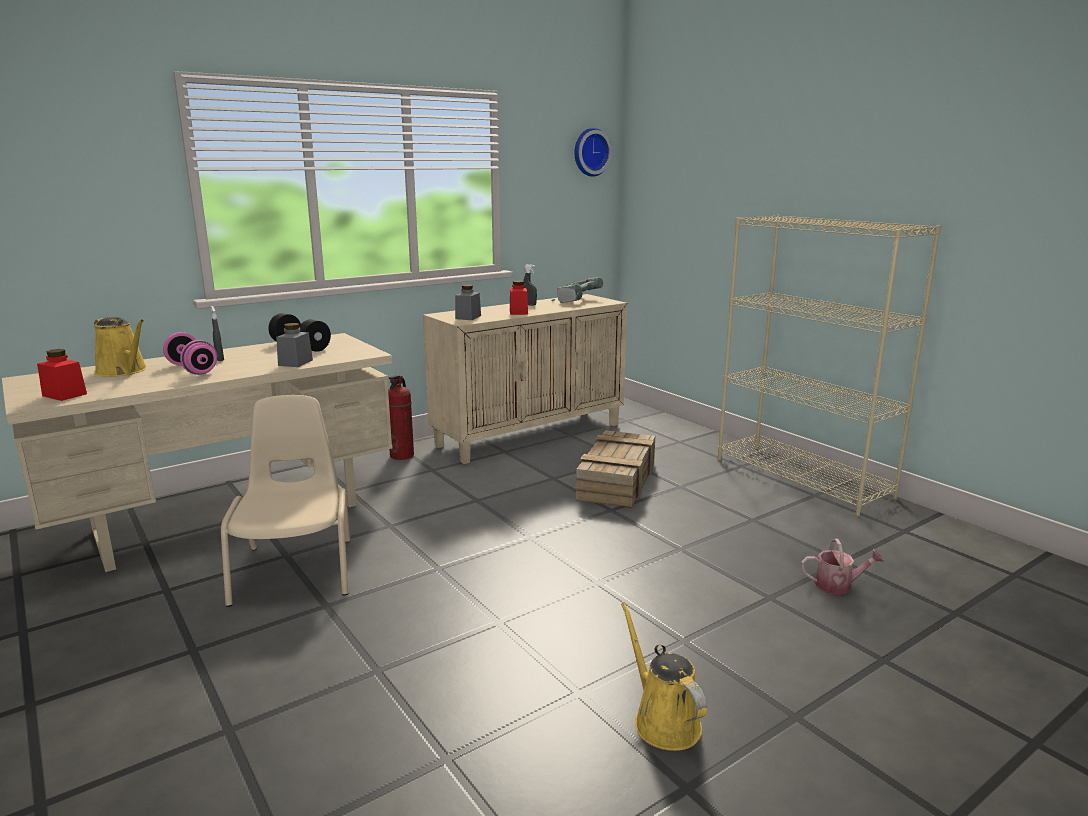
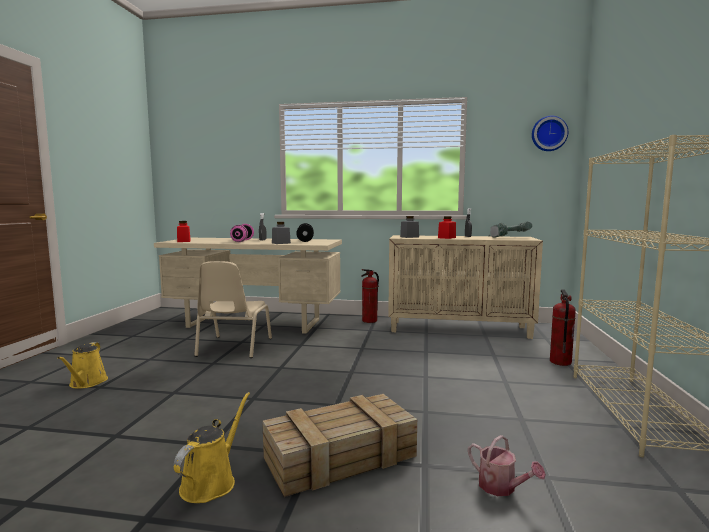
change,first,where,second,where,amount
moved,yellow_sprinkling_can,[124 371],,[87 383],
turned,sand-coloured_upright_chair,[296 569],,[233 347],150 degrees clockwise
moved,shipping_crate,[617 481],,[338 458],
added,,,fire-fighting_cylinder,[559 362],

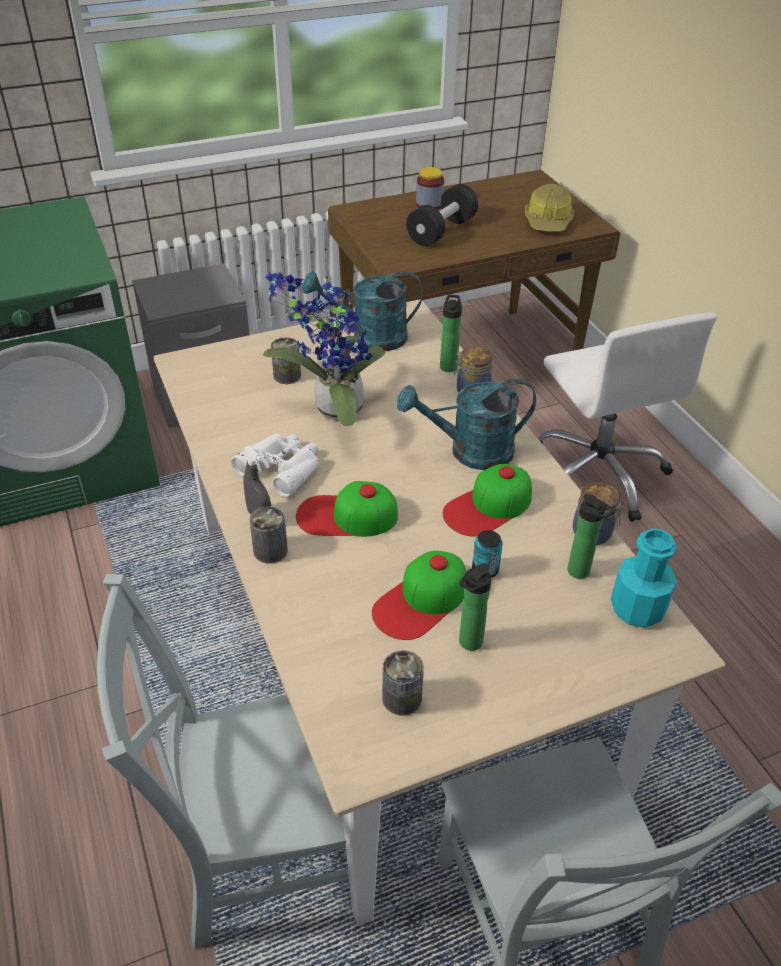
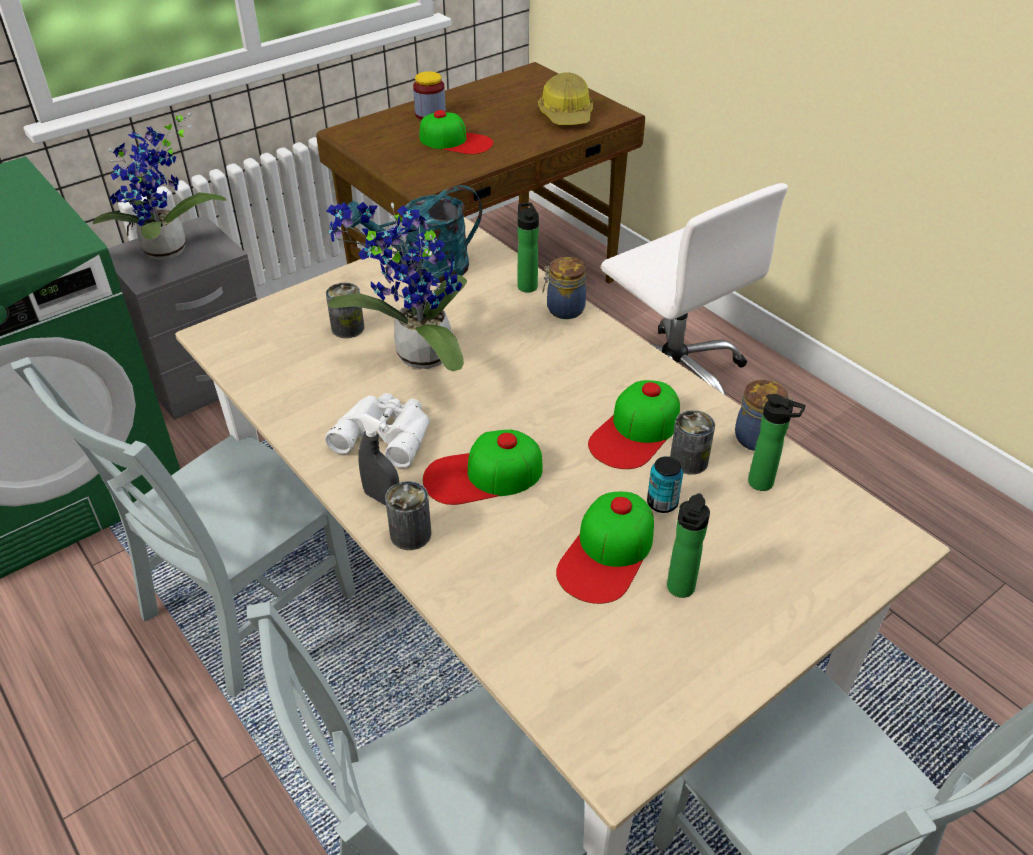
change,first,where,second,where,amount
added,,,grey_upright_chair,[241 611],
added,,,houseplant,[168 253],
replaced,black-coloured_dumbbell,[441 231],baseball_cap,[456 141],
moved,sealed_can,[402 698],,[688 461],
removed,turquoise_sprinkling_can,[470 452],,,
removed,turquoise_beverage_bottle,[637 609],,,

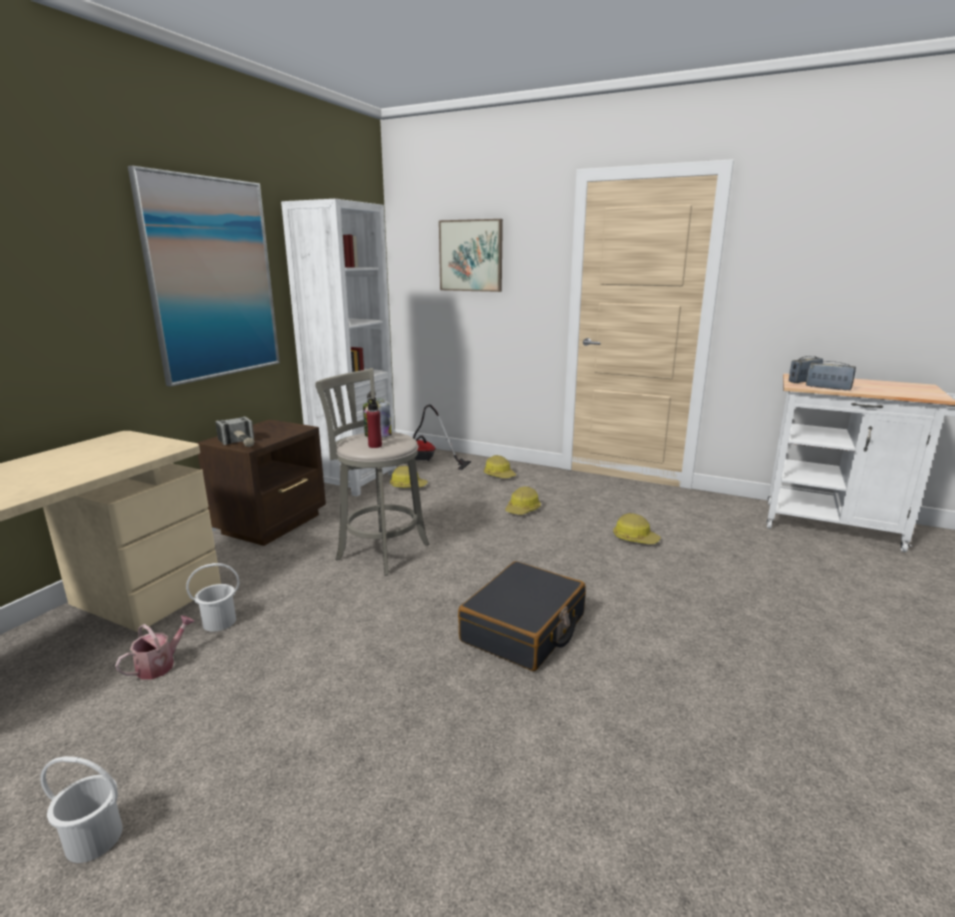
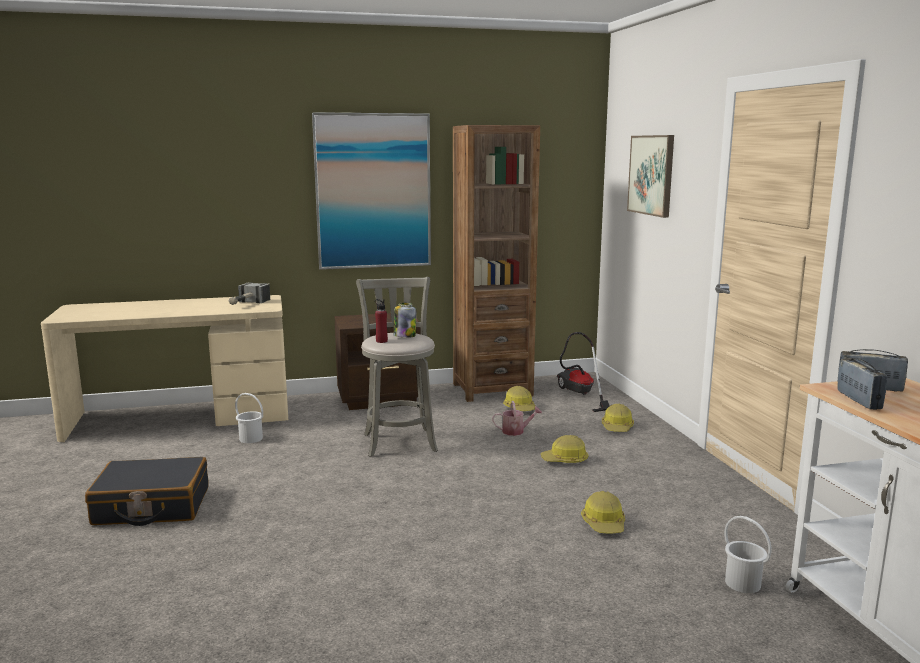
change,first,where,second,where,amount
moved,black-coloured_piece_of_luggage,[524 629],,[152 506],
moved,hammer,[241 444],,[246 304],
recoloured,white-coloured_bookshelf,[354 480],brownish_bookshelf,[492 390],
moved,sprinkling_can,[160 665],,[516 431],
moved,white-coloured_pail,[94 839],,[742 584],

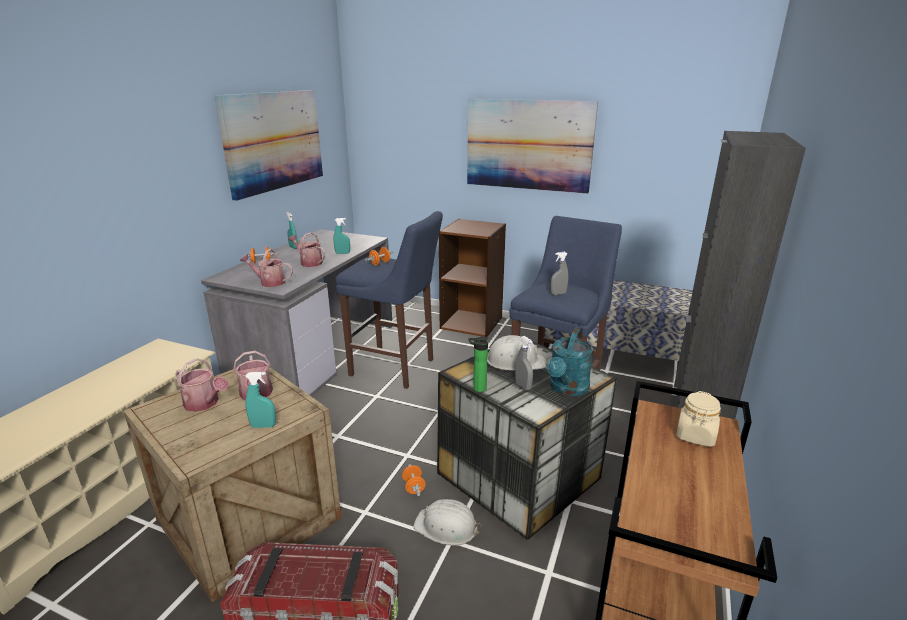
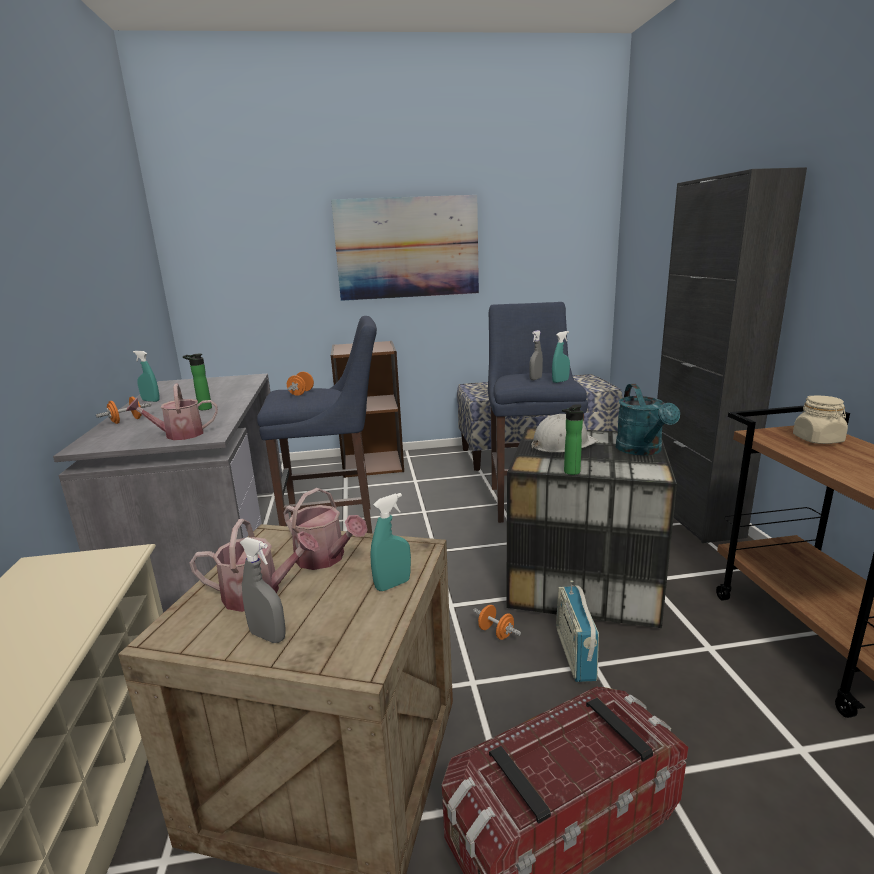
change,first,where,second,where,amount
replaced,sprinkling_can,[309 262],beverage_bottle,[203 408],
moved,grey_hand_sprayer,[523 386],,[268 636],
moved,turquoise_hand_sprayer,[342 253],,[560 381],
replaced,white-coloured_safety_helmet,[446 527],radio,[575 654],
removed,wall_picture,[274 141],,,

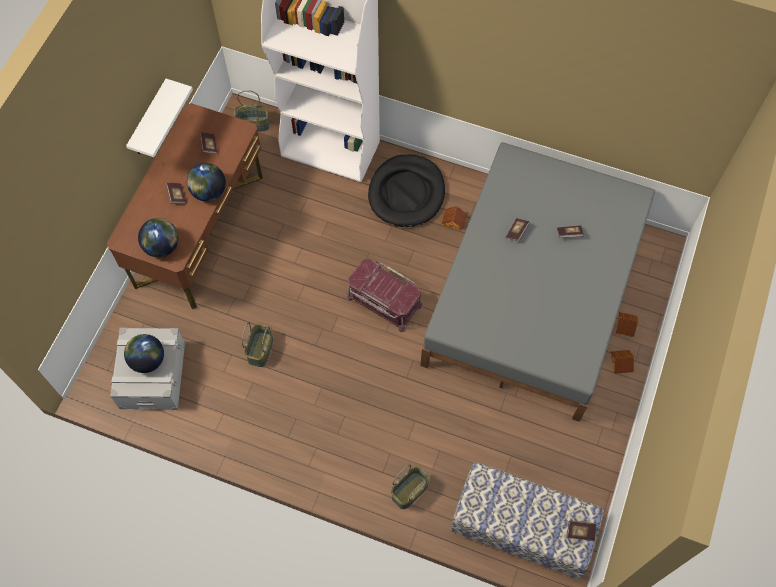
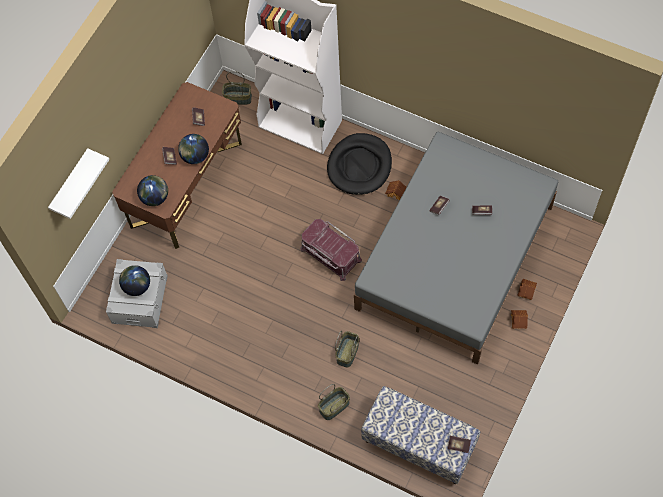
change,first,where,second,where,amount
moved,white-coloured_bracket_shelf,[149 120],,[70 183],
moved,basket,[260 349],,[347 352],

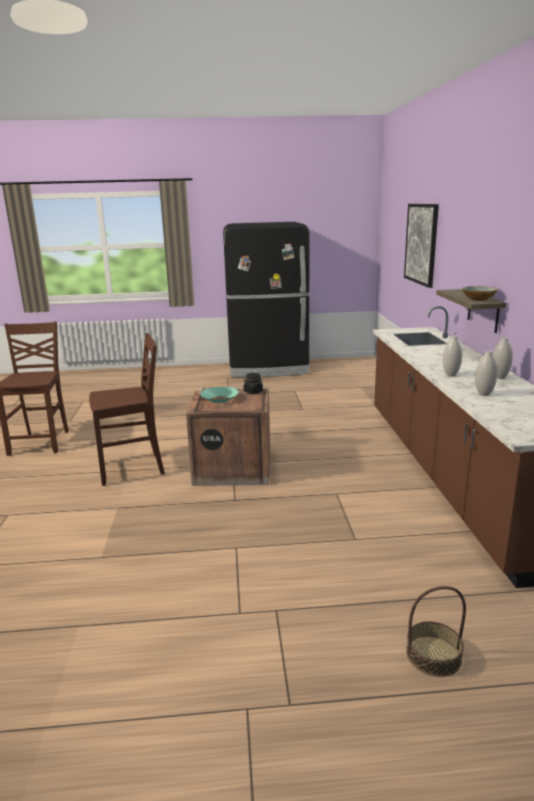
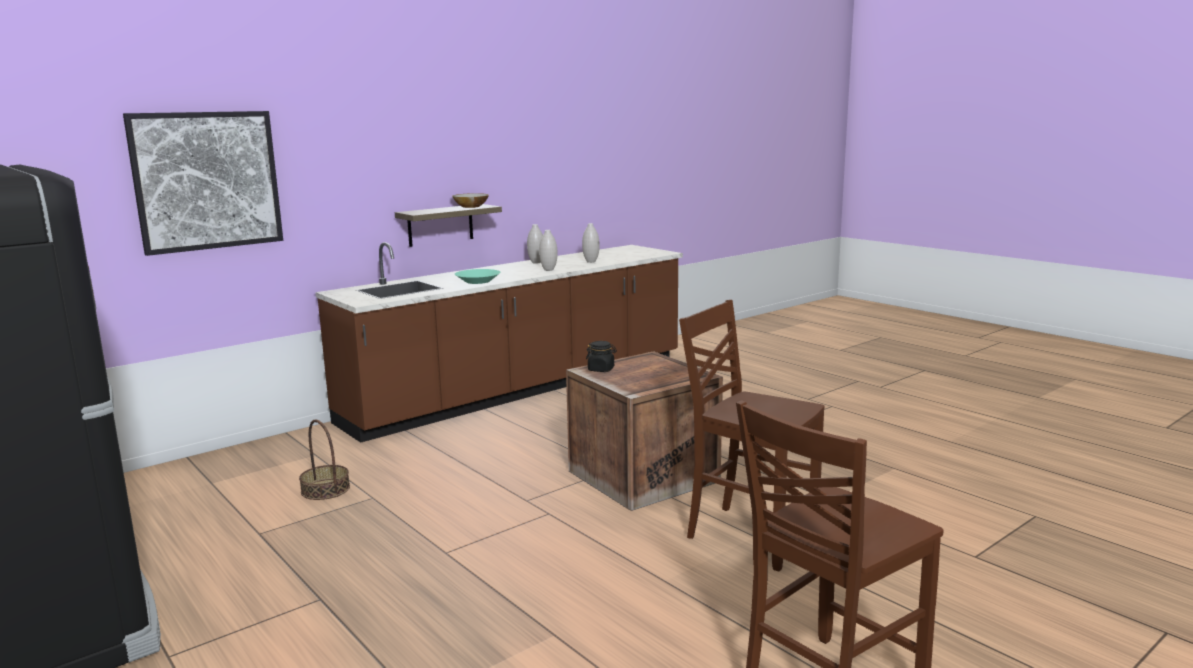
change,first,where,second,where,amount
moved,basket,[433 655],,[325 489],
moved,turquoise_bowl,[220 399],,[477 281],

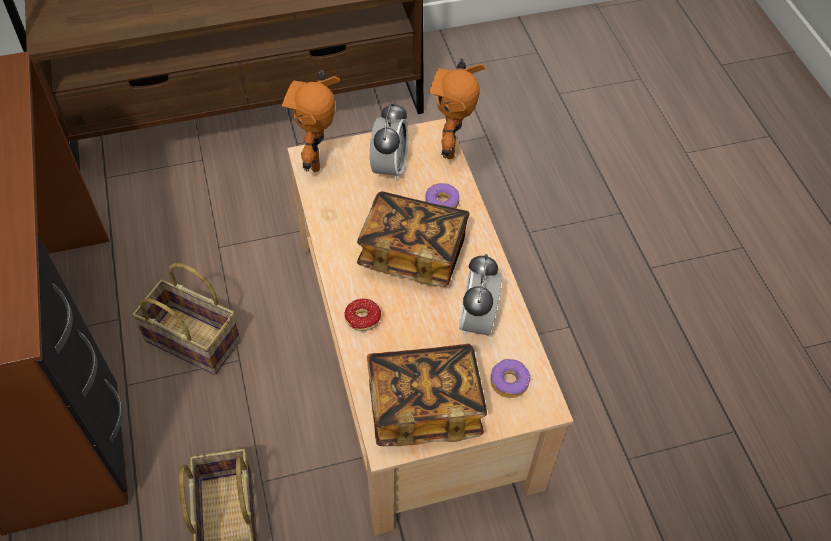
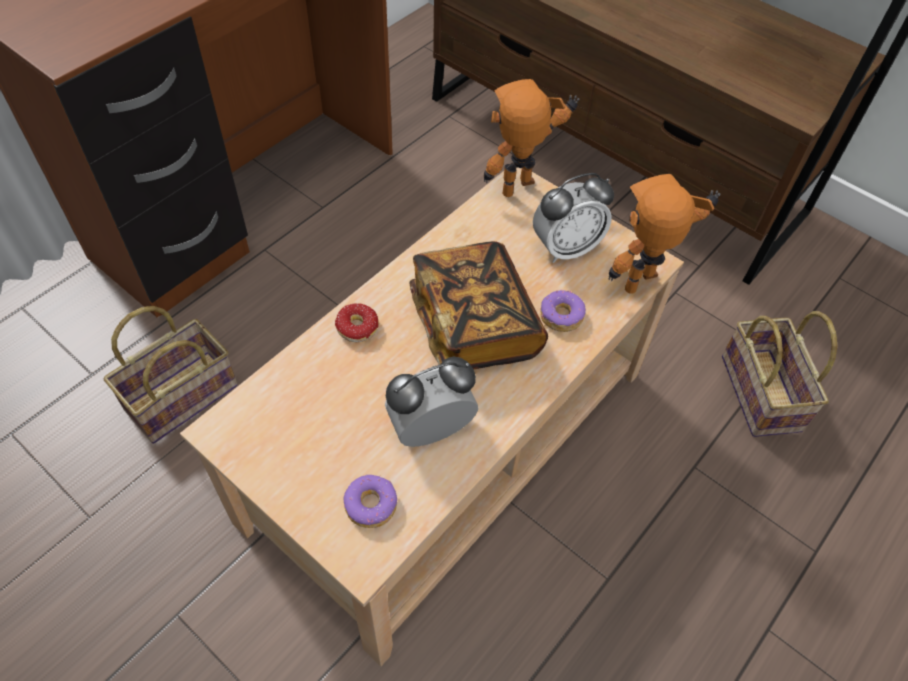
change,first,where,second,where,amount
moved,basket,[196 340],,[763 395],
removed,book,[424 406],,,

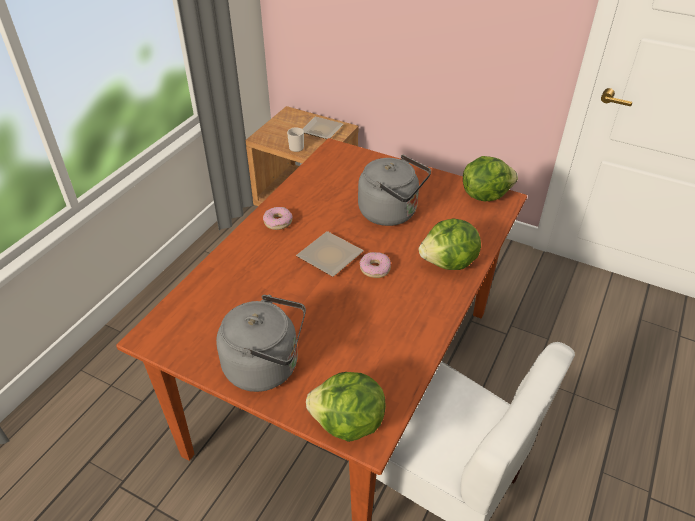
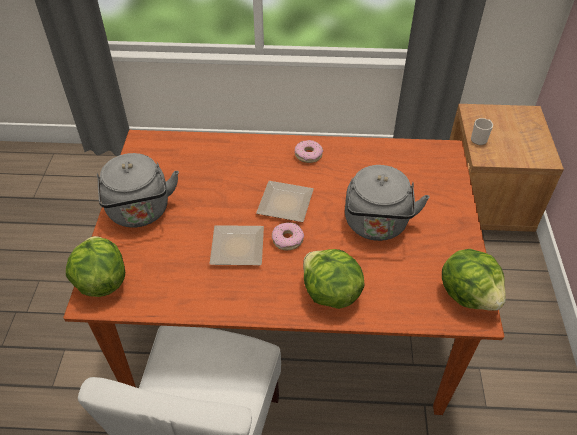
change,first,where,second,where,amount
moved,plate,[321 129],,[239 246],

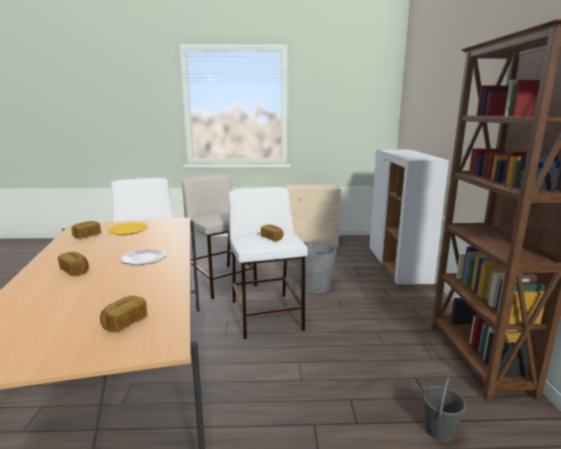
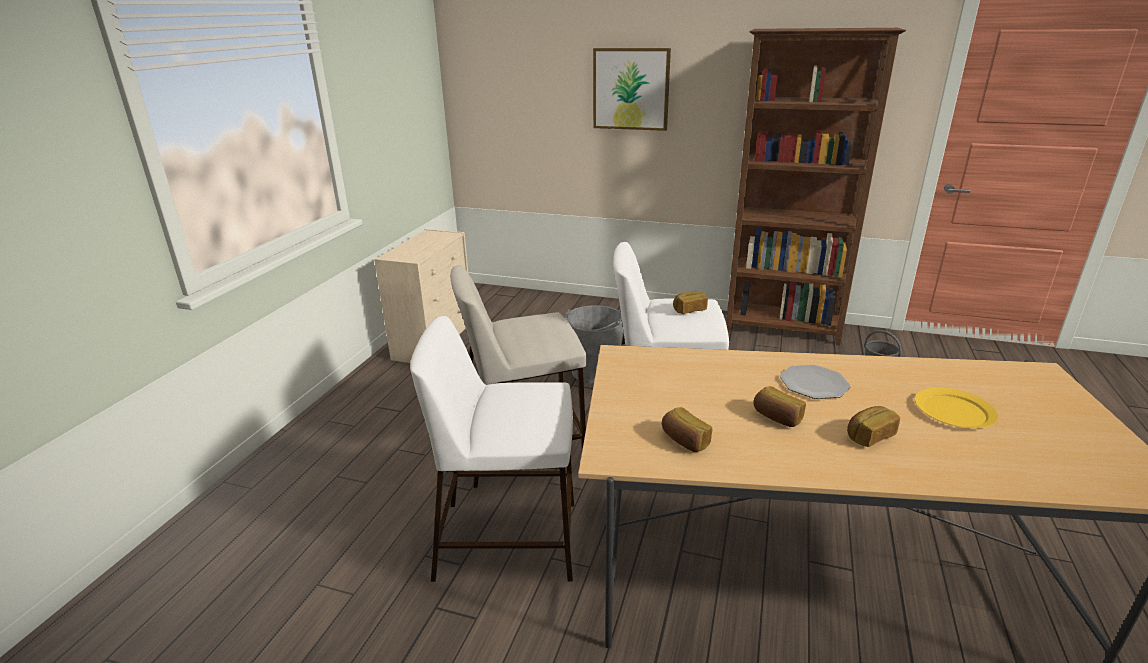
change,first,where,second,where,amount
added,,,wall_picture,[631 89],
moved,bread,[124 322],,[777 417],
moved,yellow_plate,[128 230],,[953 411],
removed,white-coloured_cabinet,[398 266],,,

